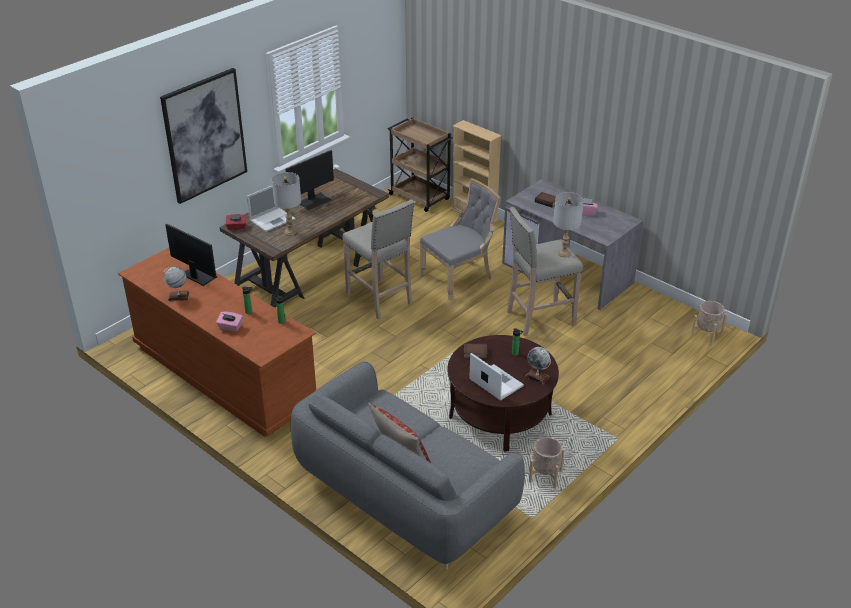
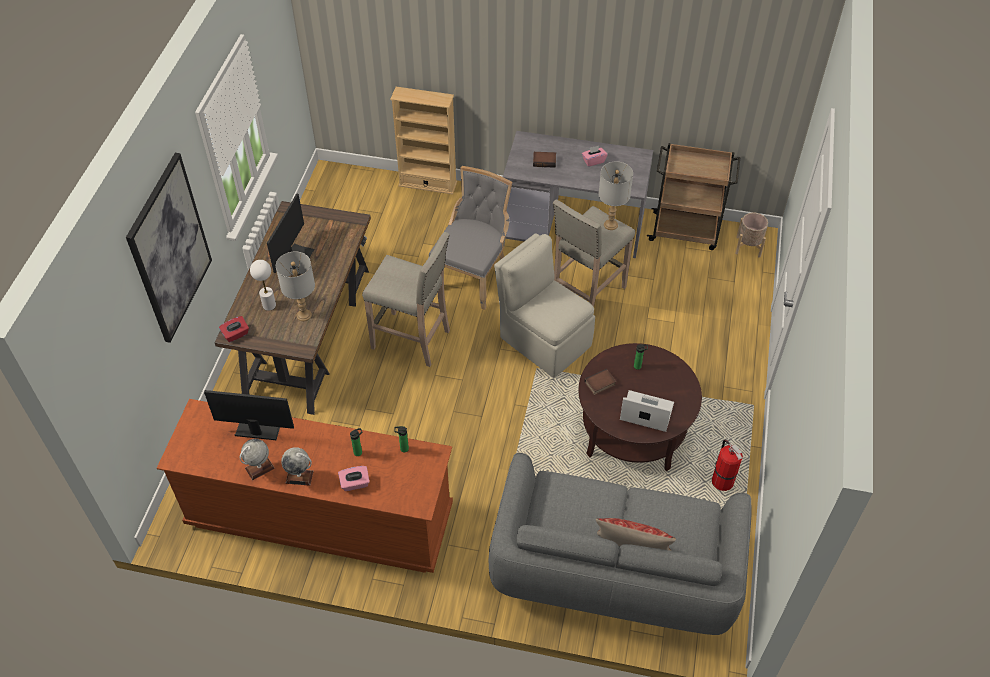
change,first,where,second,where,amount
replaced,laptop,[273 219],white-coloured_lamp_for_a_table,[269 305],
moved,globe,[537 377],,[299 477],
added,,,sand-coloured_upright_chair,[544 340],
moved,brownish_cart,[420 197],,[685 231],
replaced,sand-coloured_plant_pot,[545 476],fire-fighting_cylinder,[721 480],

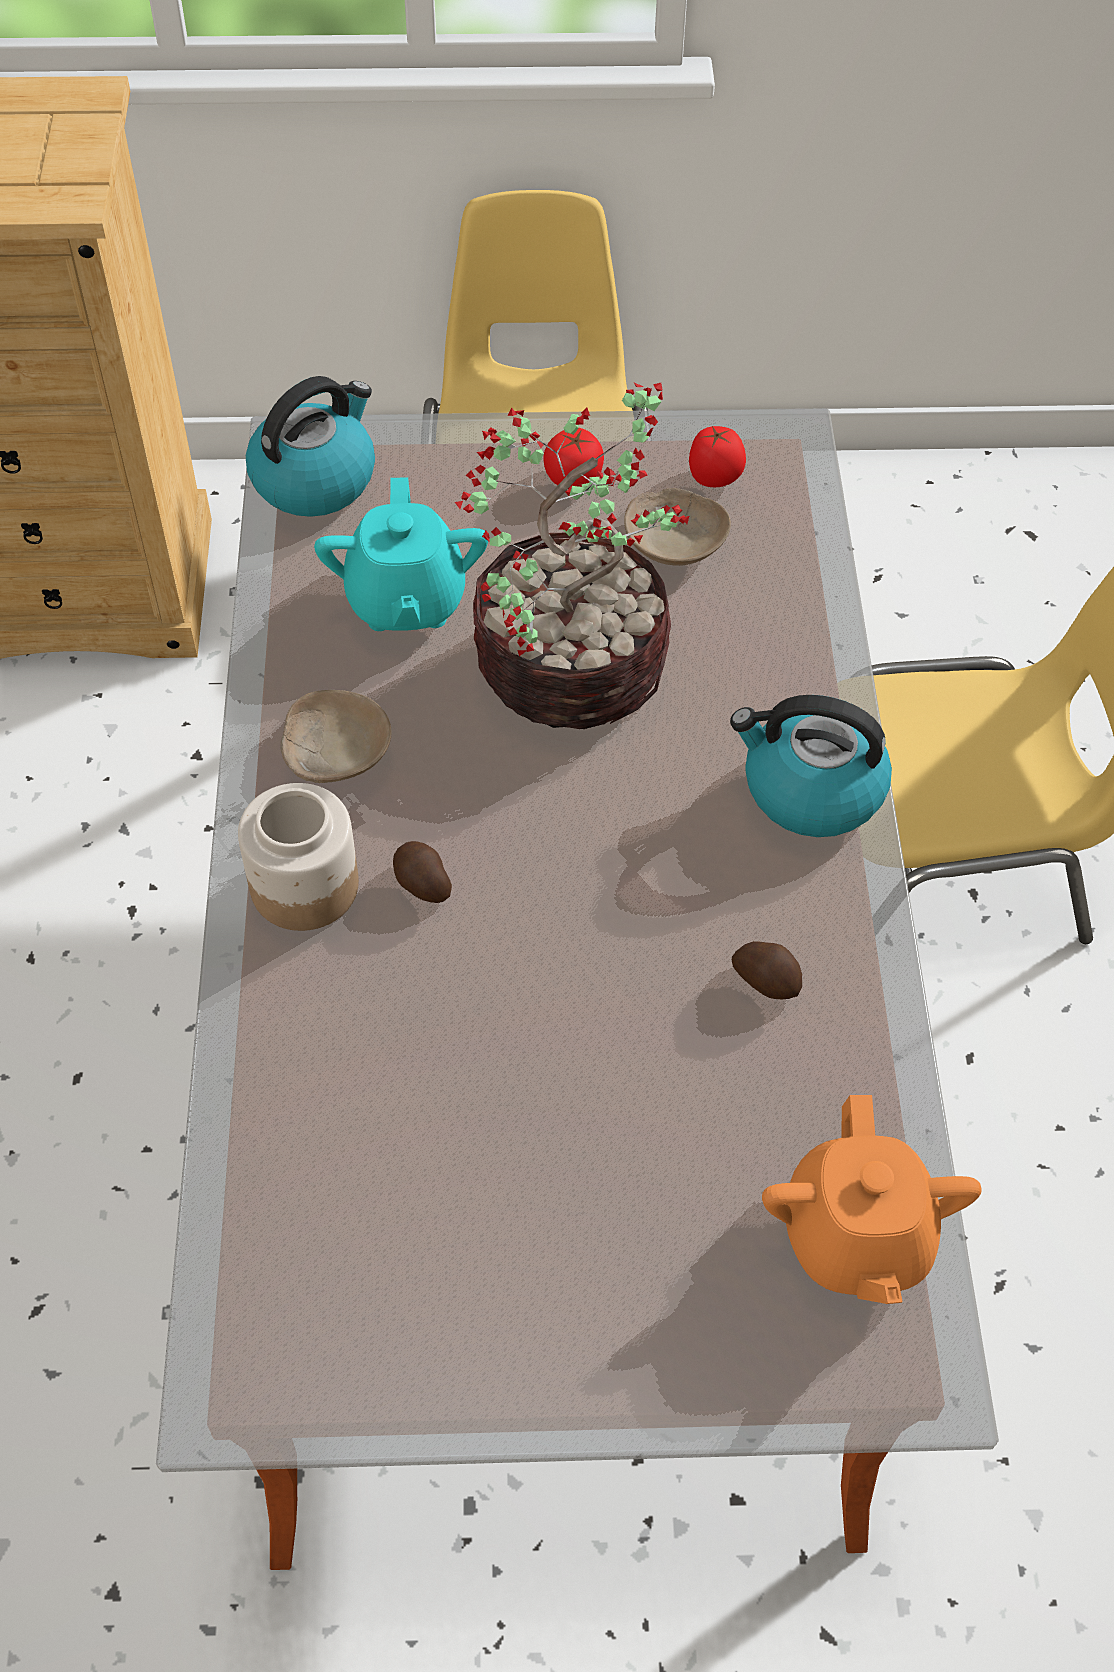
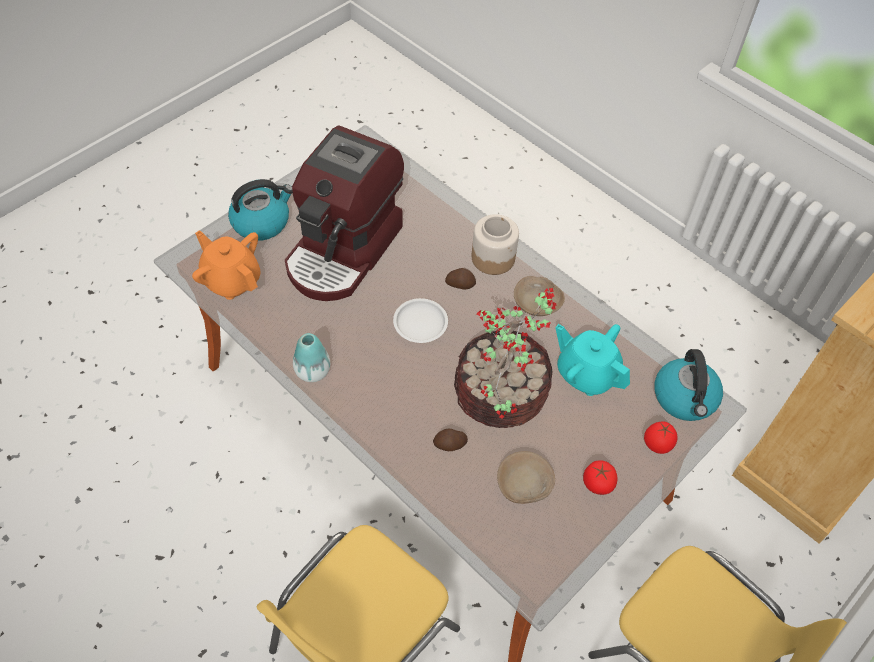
change,first,where,second,where,amount
moved,tea_kettle,[810 790],,[261 222],
added,,,coffee_machine,[344 251],
added,,,flower_vase,[312 371],
added,,,white-coloured_plate,[421 323],
moved,potato,[766 979],,[450 445],
moved,fresh_tomato,[714 479],,[656 445],

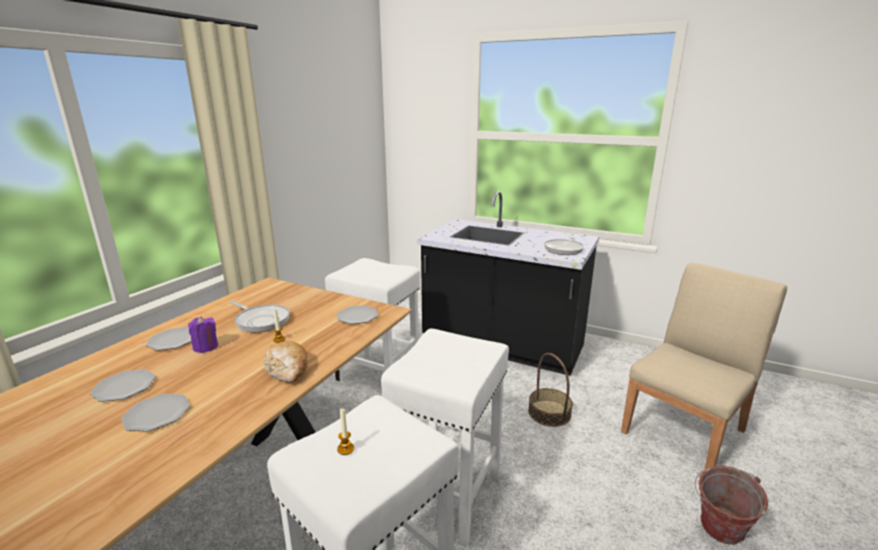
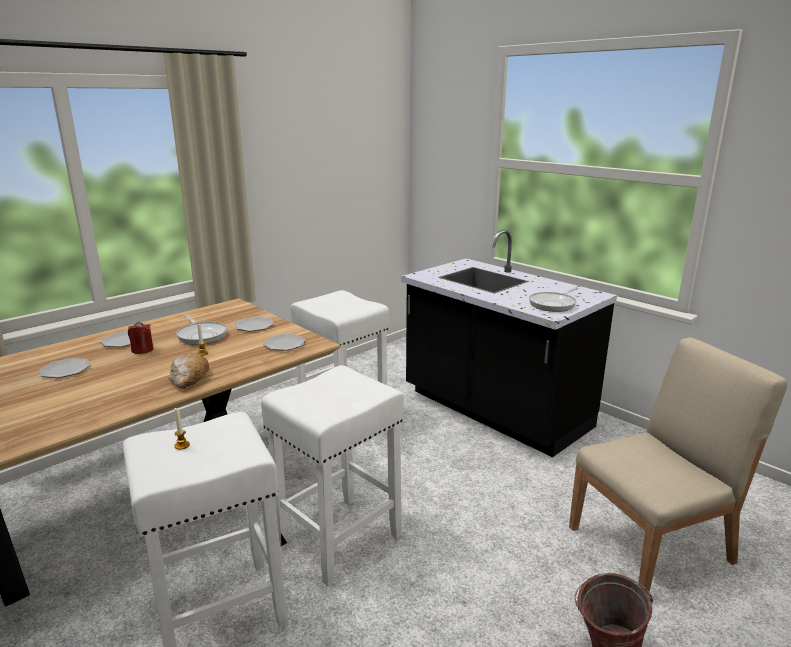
change,first,where,second,where,amount
recoloured,purplish_candle,[205 347],red_candle,[142 350],
moved,plate,[157 414],,[254 326],
removed,basket,[549 412],,,

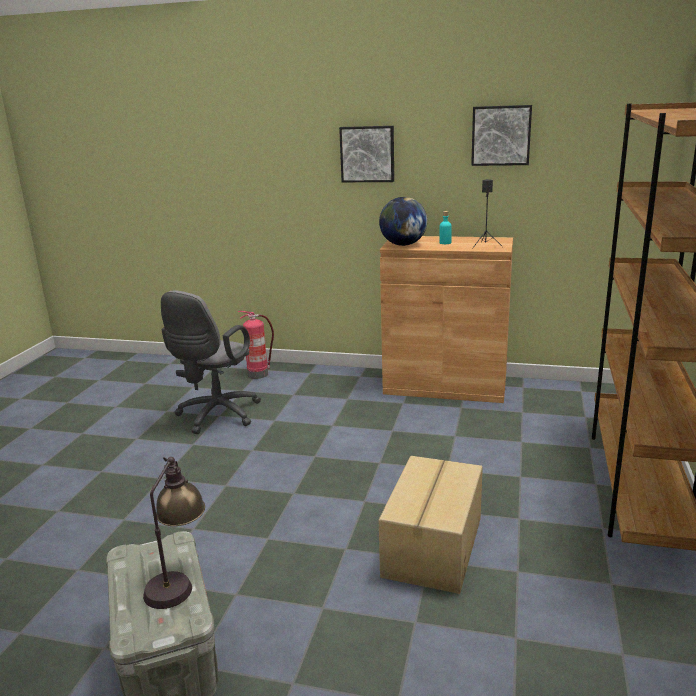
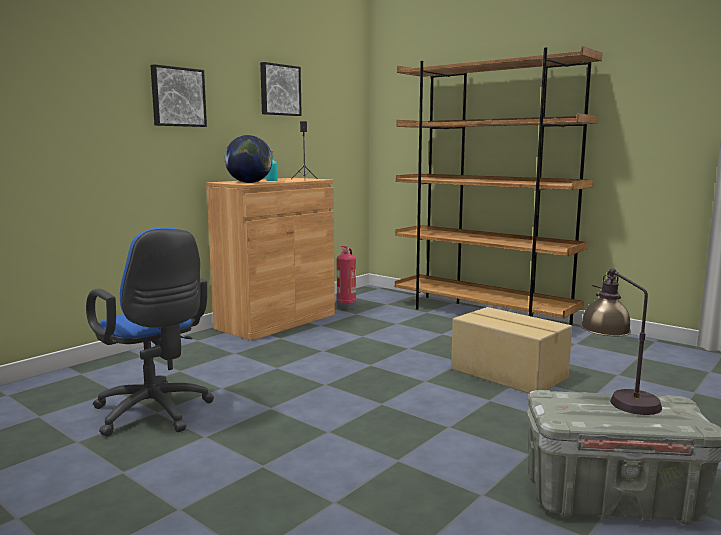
change,first,where,second,where,amount
recoloured,grey_desk_chair,[216 416],blue-coloured_desk_chair,[155 414],
moved,fire-fighting_cylinder,[259 374],,[346 307],

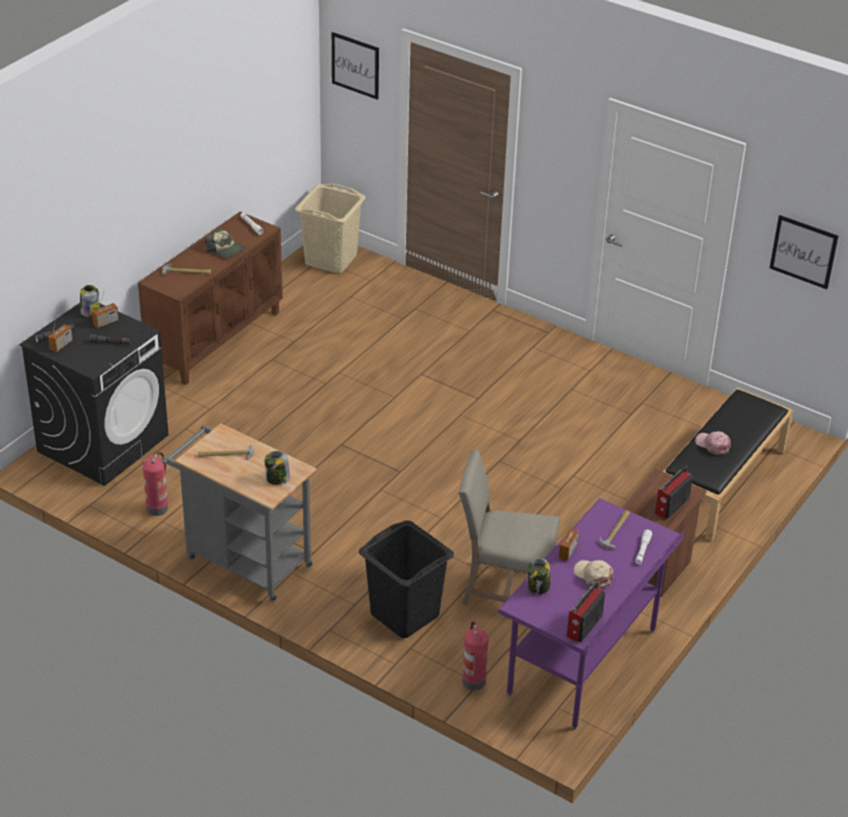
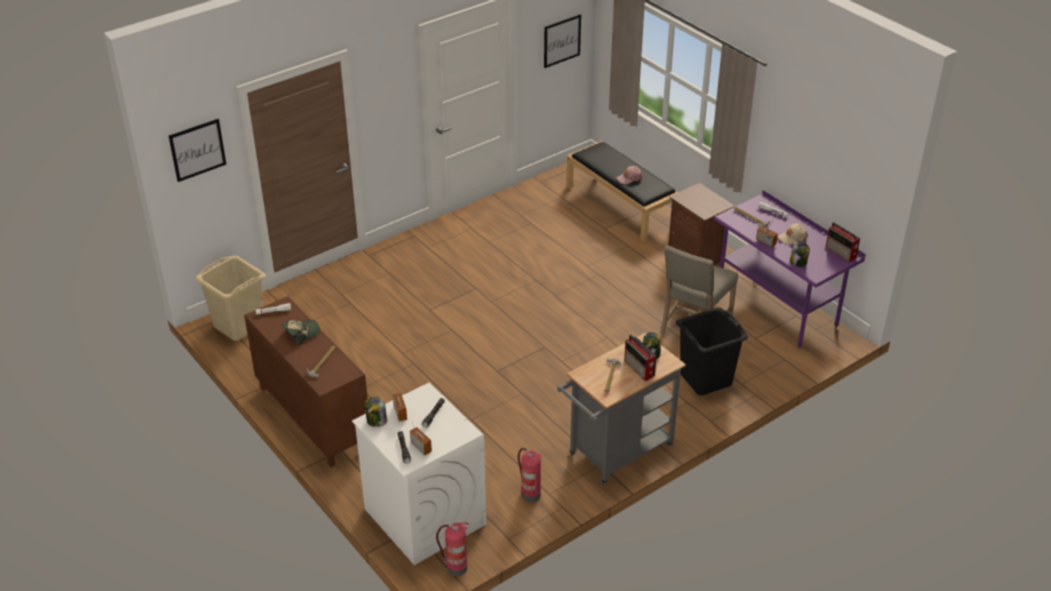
change,first,where,second,where,amount
recoloured,black-coloured_washing_machine,[103 443],white-coloured_washing_machine,[424 516],
moved,fire-fighting_cylinder,[473 680],,[455 568],
moved,radio,[671 506],,[639 369],

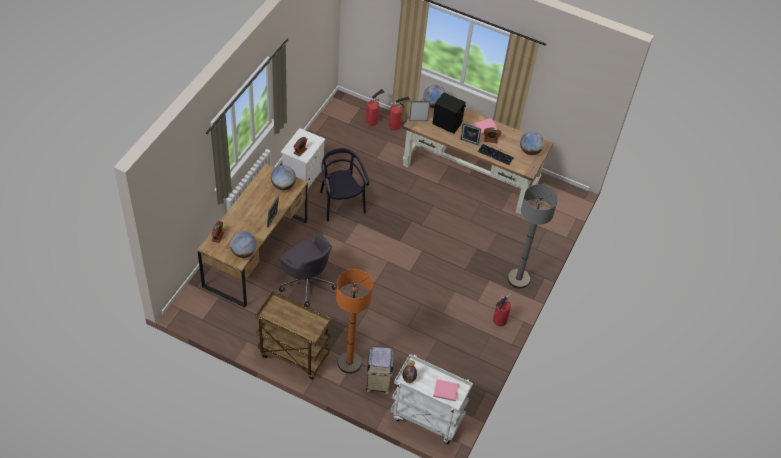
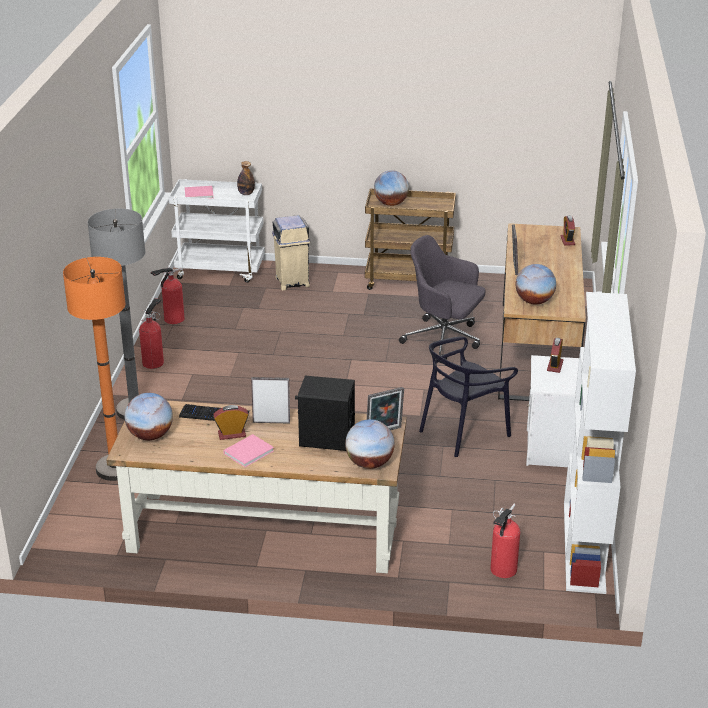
change,first,where,second,where,amount
moved,orange-coloured_standing_lamp,[349 363],,[115 468],
moved,fire-fighting_cylinder,[396 125],,[172 320],
moved,globe,[243 252],,[391 204],
turned,black-coloured_upright_chair,[341 203],,[463 431],90 degrees clockwise
added,,,white-coloured_bookshelf,[585 547],

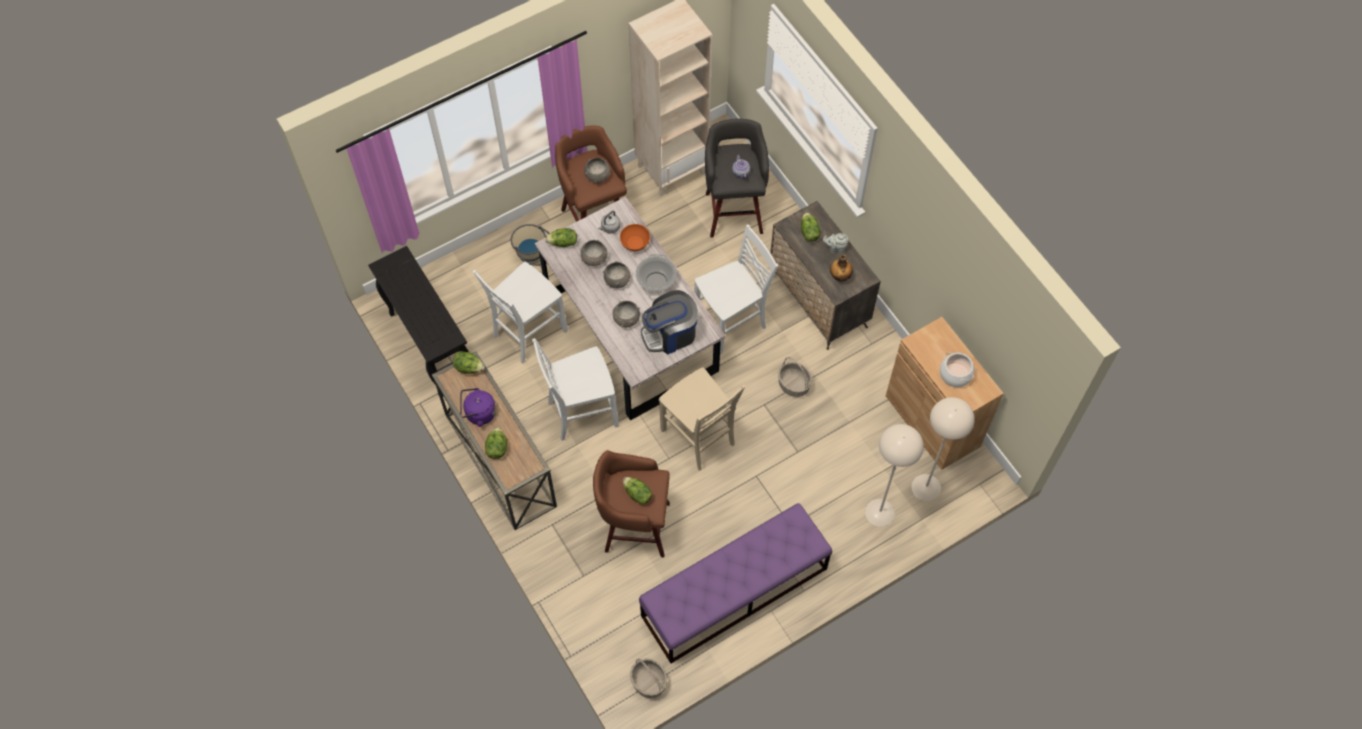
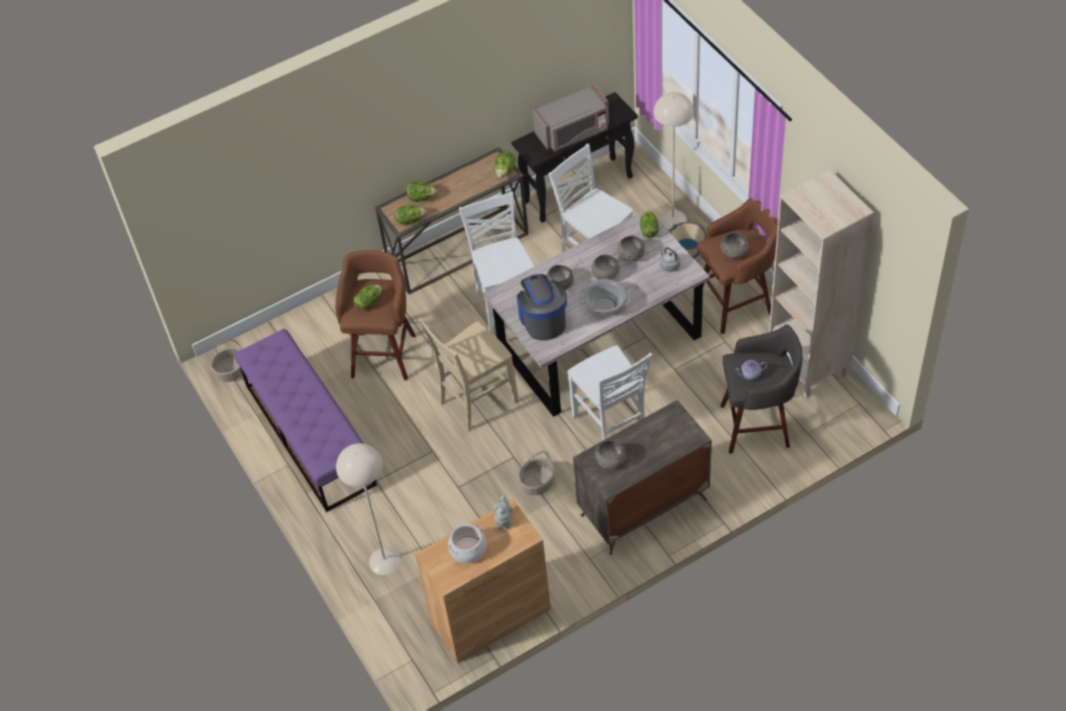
change,first,where,second,where,amount
moved,lettuce,[808 232],,[410 220],
moved,grey_teapot,[835 248],,[503 520],
added,,,grey_microwave_oven,[573 132],
replaced,beverage_bottle,[840 276],grey_bowl,[611 461],
moved,sand-coloured_standing_lamp,[926 487],,[673 219],
removed,purplish_tea_kettle,[478 413],,,
removed,orange-coloured_bowl,[635 243],,,

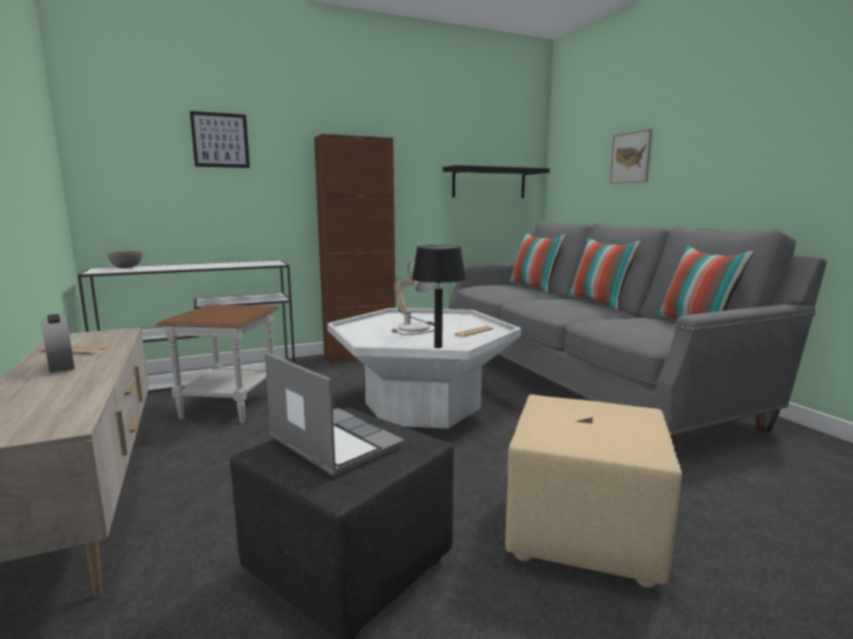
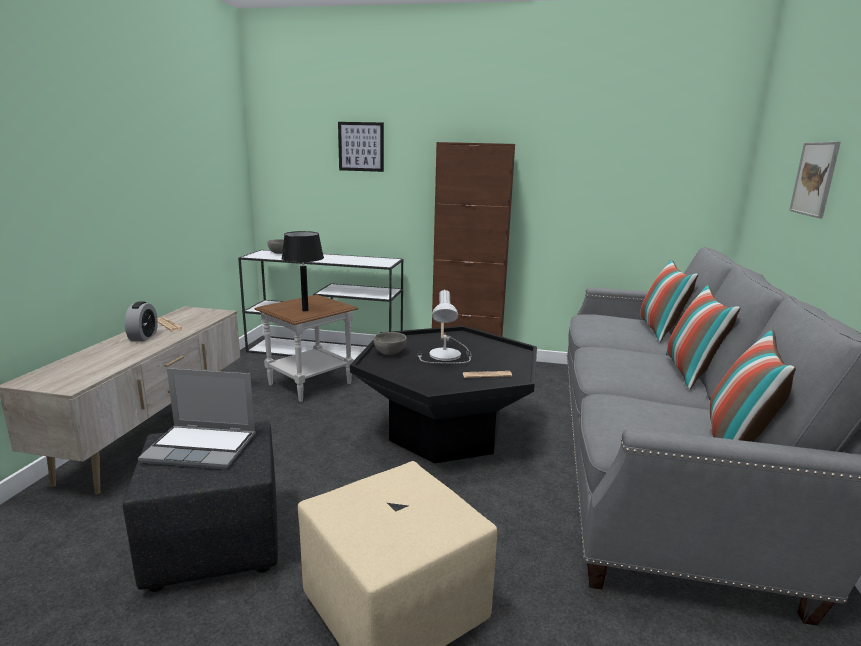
change,first,where,second,where,amount
turned,laptop,[332 443],,[202 448],105 degrees clockwise
moved,black-coloured_lamp_for_a_table,[438 347],,[305 310],
recoloured,white-coloured_coffee_table,[423 405],black-coloured_coffee_table,[446 432],
added,,,grey_bowl,[389 353],
removed,black-coloured_bracket_shelf,[489 183],,,

